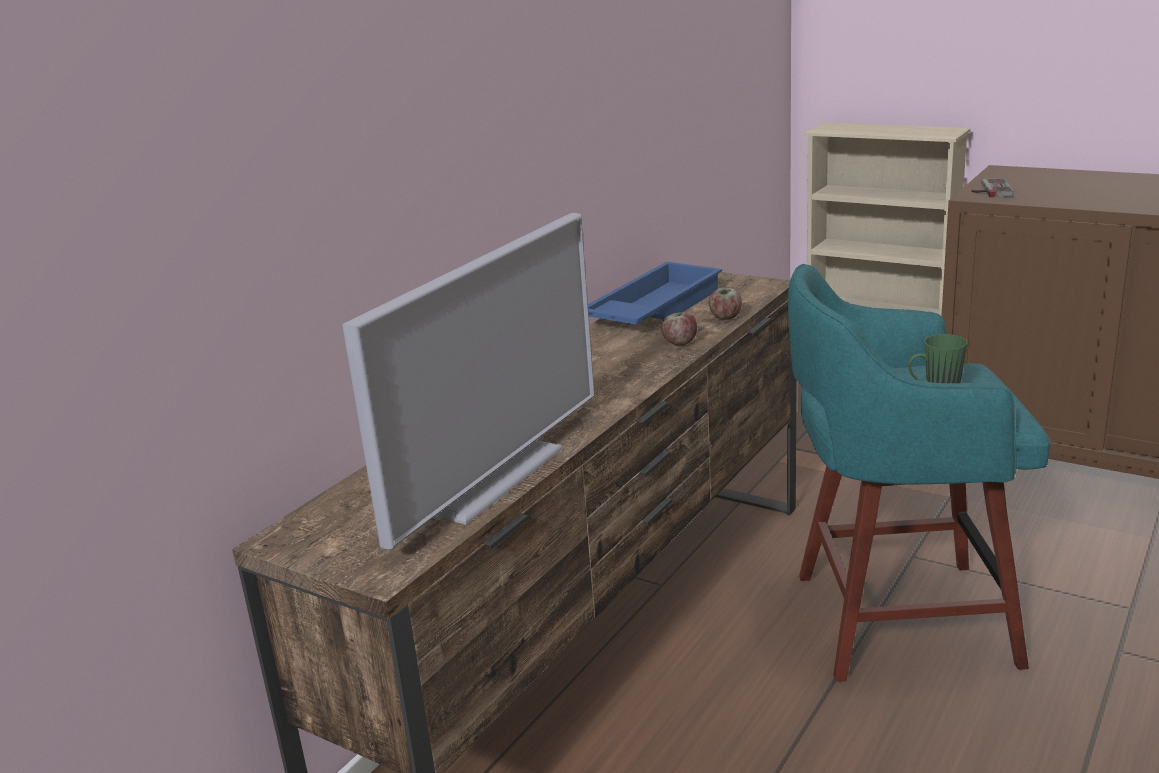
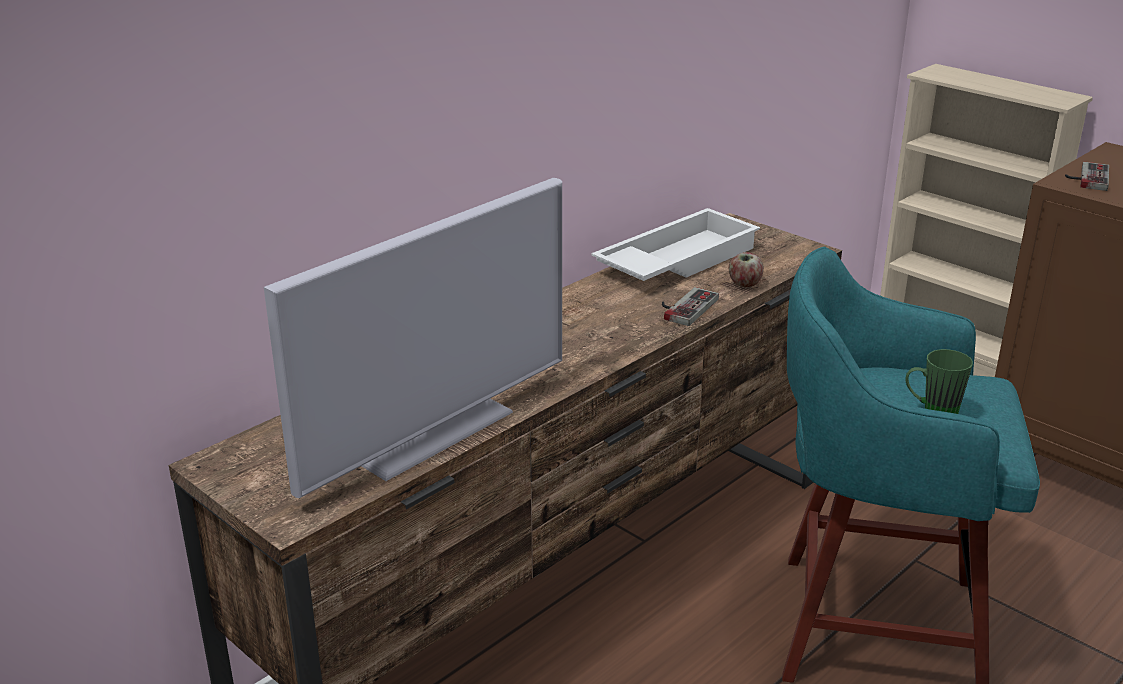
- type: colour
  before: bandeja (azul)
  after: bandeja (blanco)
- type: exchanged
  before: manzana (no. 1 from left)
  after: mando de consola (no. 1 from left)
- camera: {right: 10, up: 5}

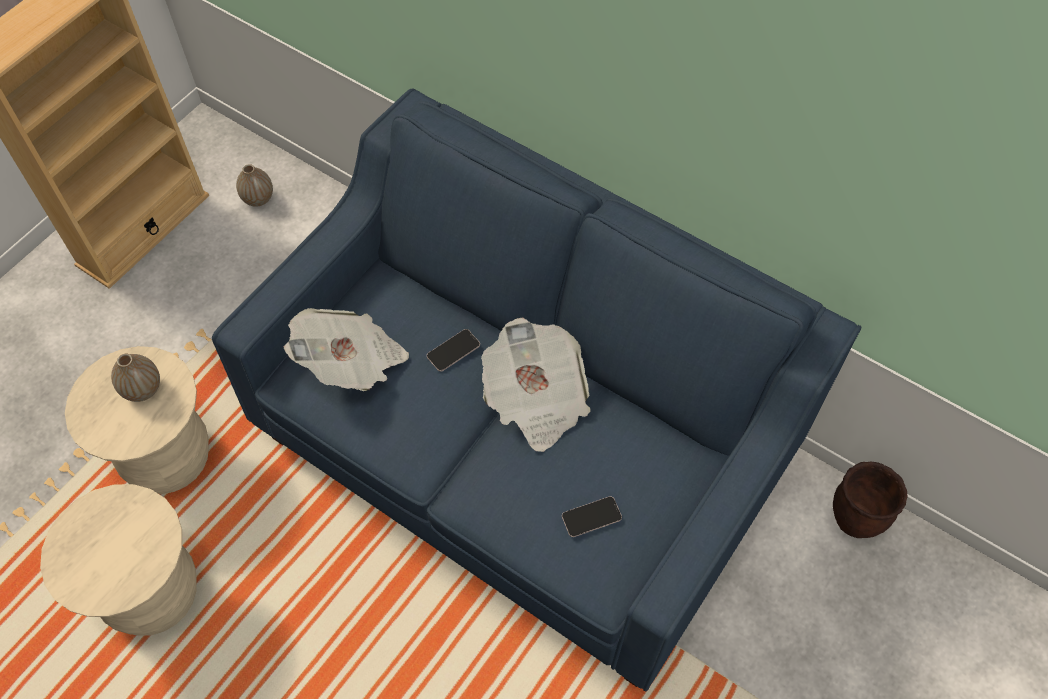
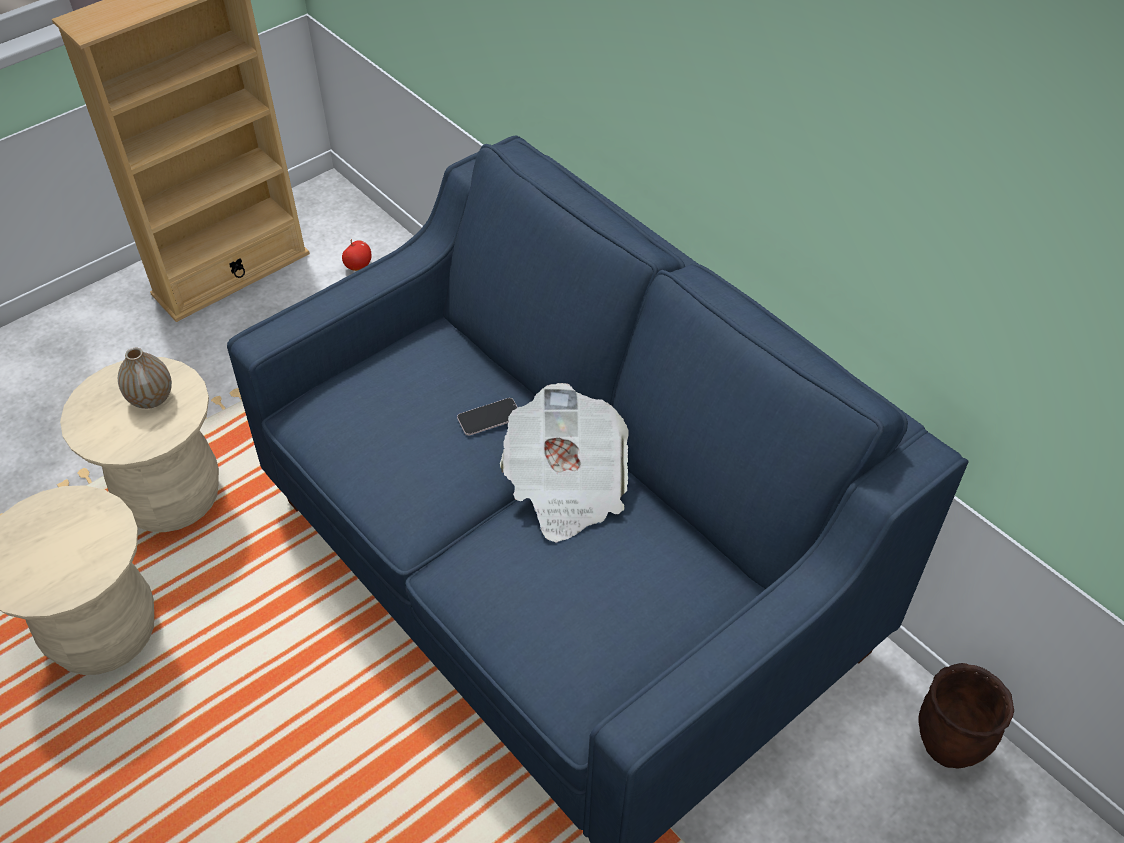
- type: exchanged
  before: florero (no. 2 from left)
  after: manzana
- type: missing
  before: periódico (no. 1 from left)
- type: missing
  before: móvil (no. 2 from left)
- camera: {right: 15, up: -10}

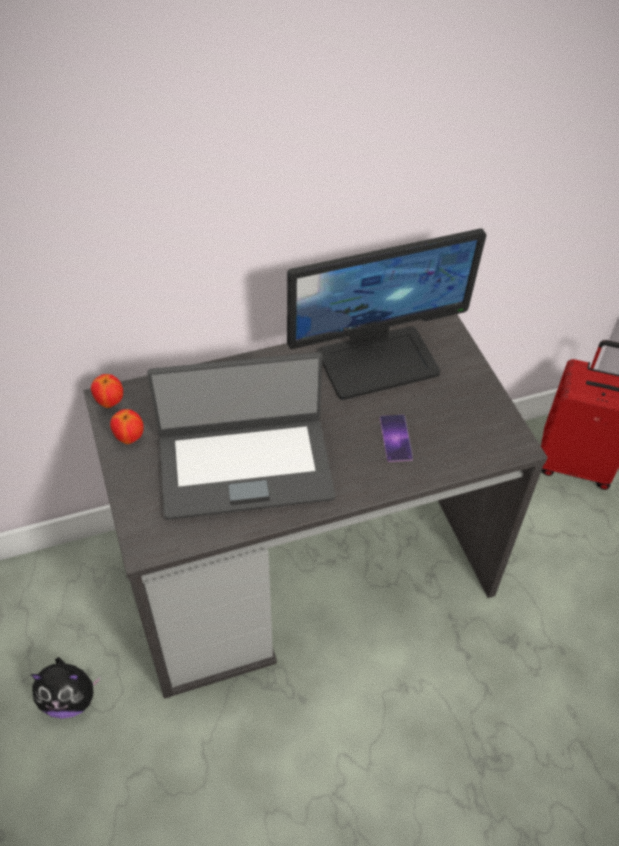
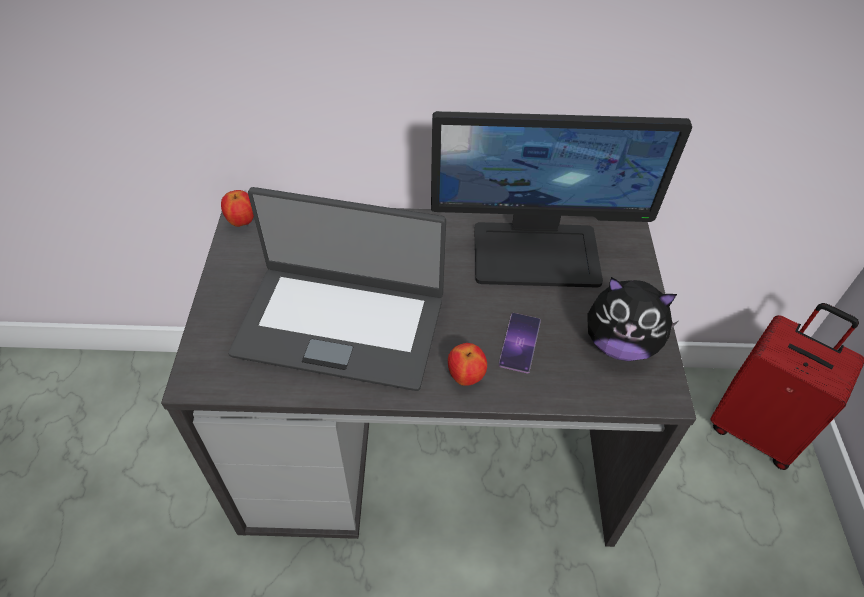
- type: relocated
  before: peluche
- type: relocated
  before: manzana (no. 2 from left)
- camera: {right: 20, up: 0}

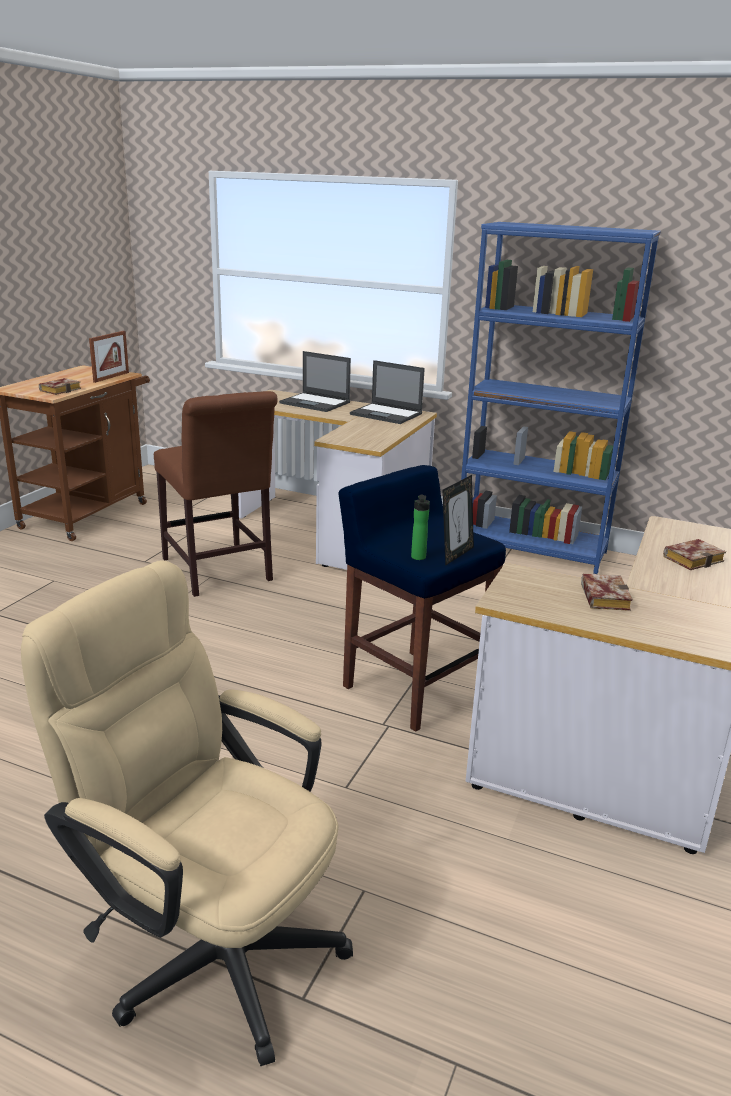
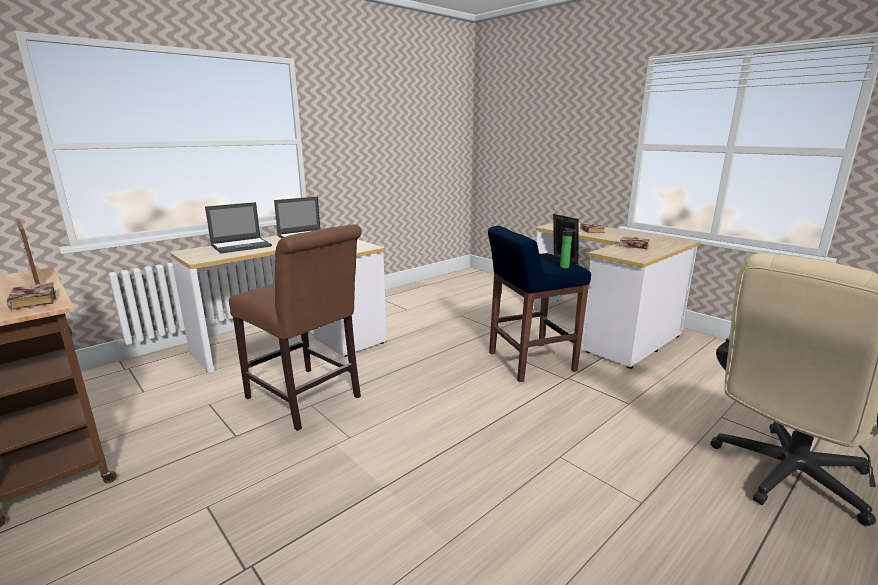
- type: spun
  before: silla (marrón)
  turn: 45
- type: missing
  before: estantería (azul)
- camera: {right: -65, up: -5}

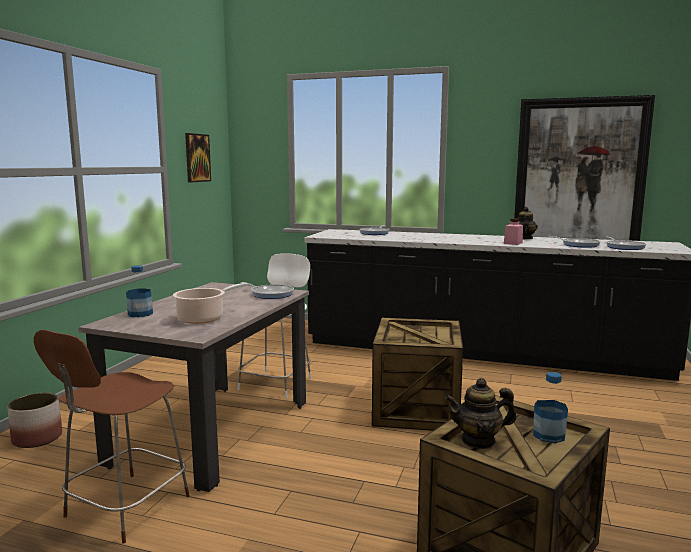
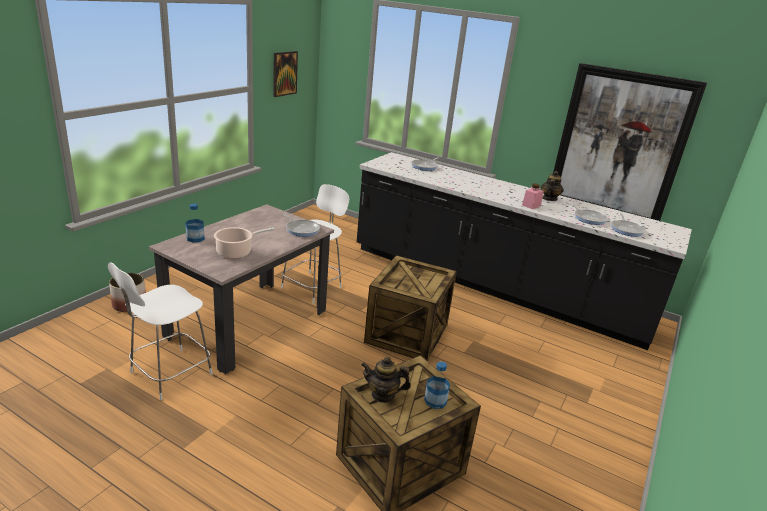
- type: colour
  before: silla (marrón)
  after: silla (blanco) (no. 1 from left)
- camera: {right: 10, up: 15}

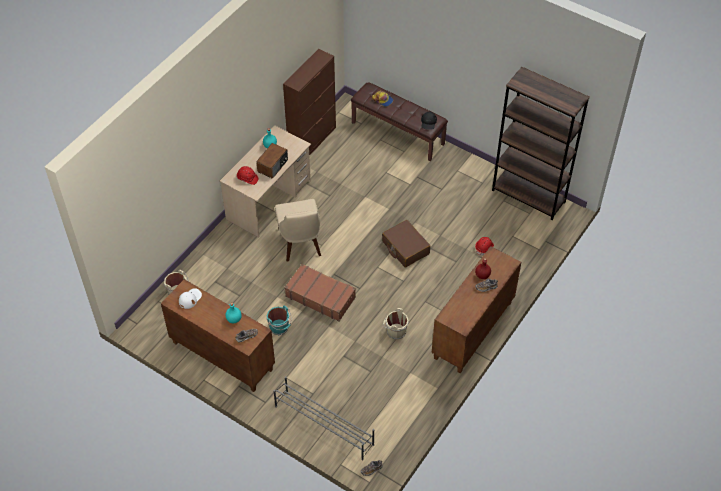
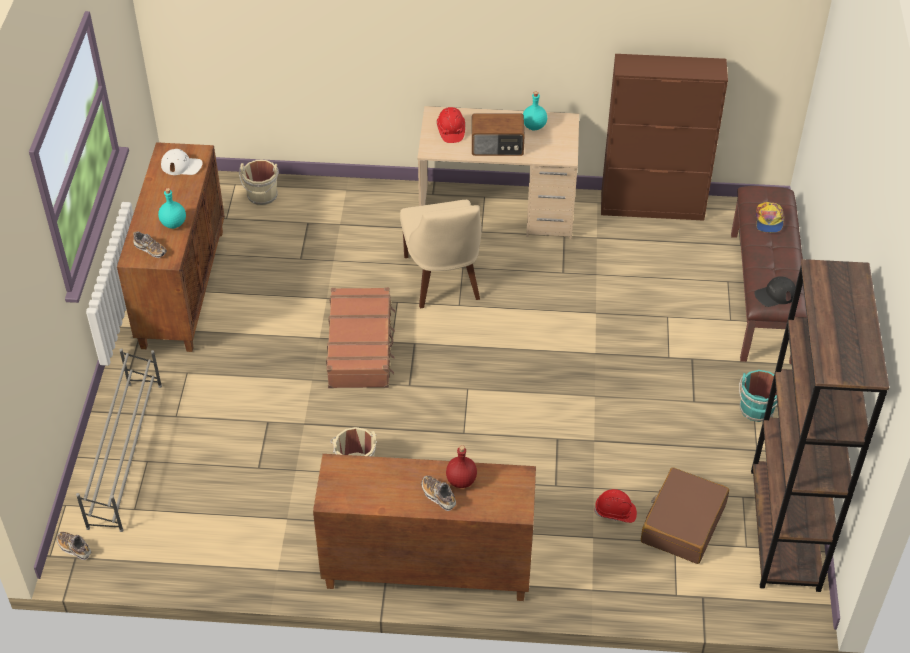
- type: relocated
  before: cubo (turquesa)
- type: spun
  before: silla (beis)
  turn: -60
- type: relocated
  before: maleta (marrón) (no. 2 from left)
- camera: {right: 60, up: -5}

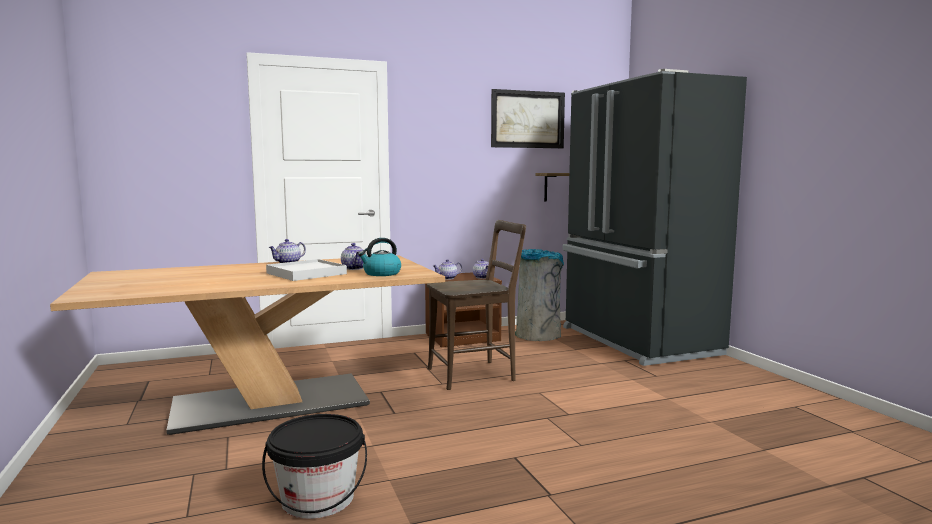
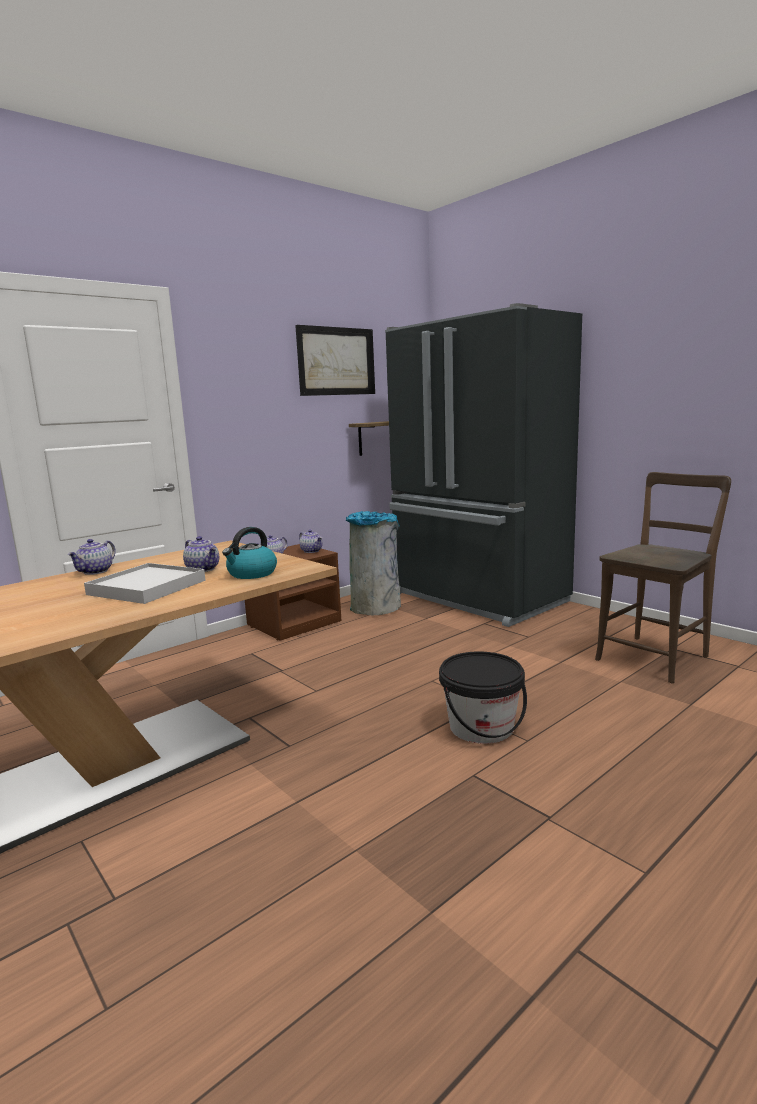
- type: relocated
  before: cubo (negro)
- type: relocated
  before: silla (marrón)
- camera: {right: -20, up: 5}

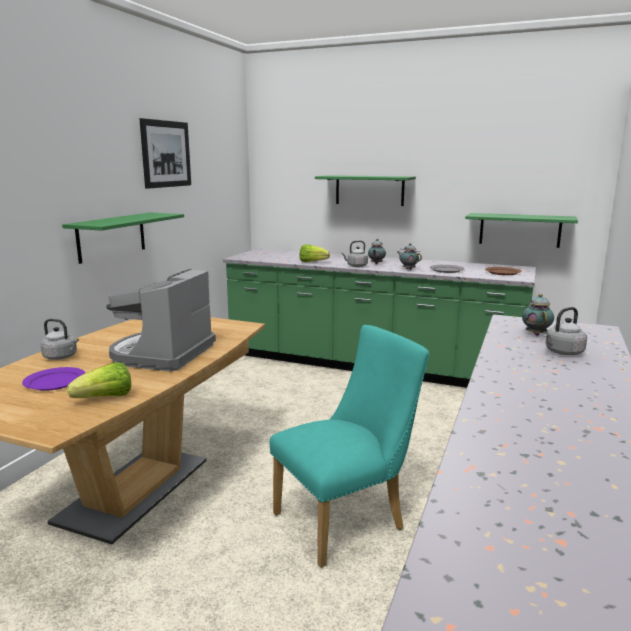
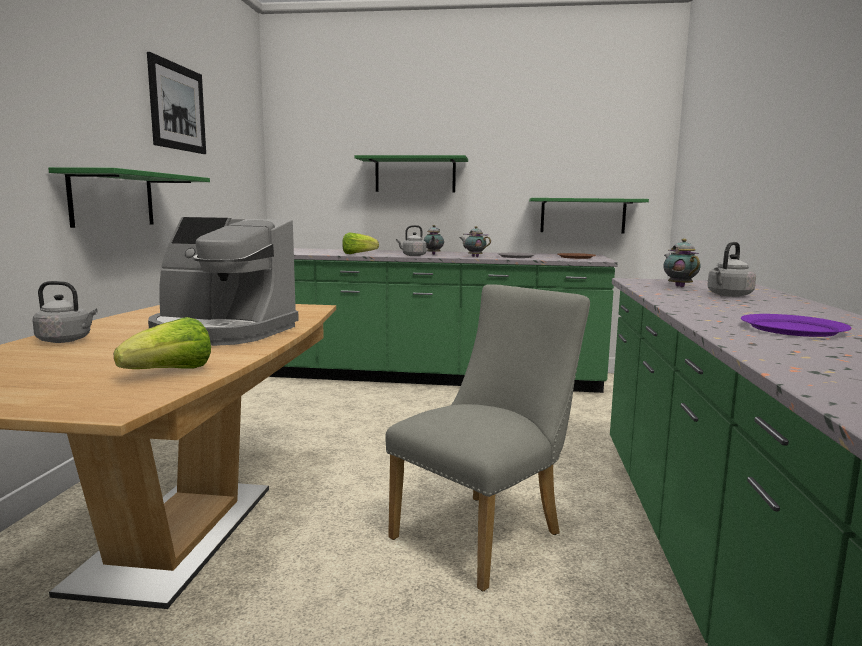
- type: relocated
  before: plato (morado)
- type: spun
  before: cafetera
  turn: -75
- type: colour
  before: silla (turquesa)
  after: silla (gris)
- camera: {right: -15, up: -5}

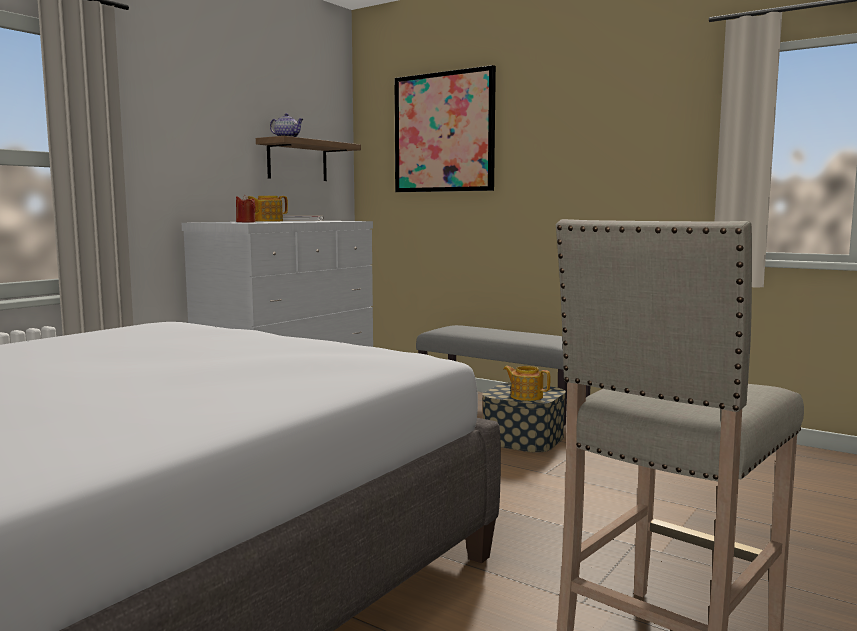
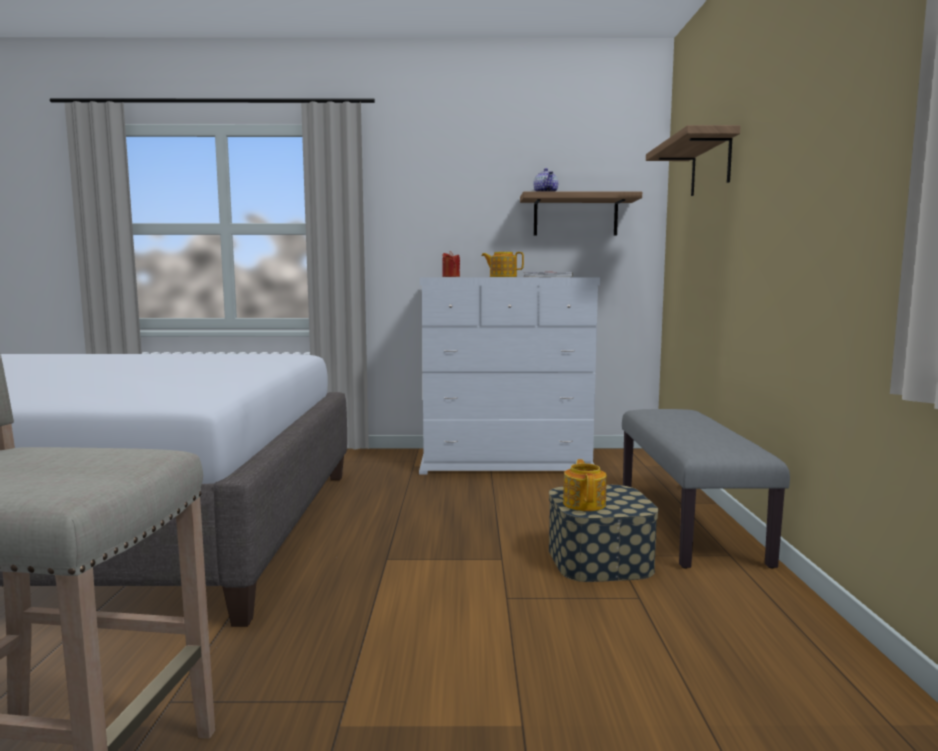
- type: exchanged
  before: cuadro
  after: estante (no. 2 from left)
- camera: {right: 55, up: 0}

